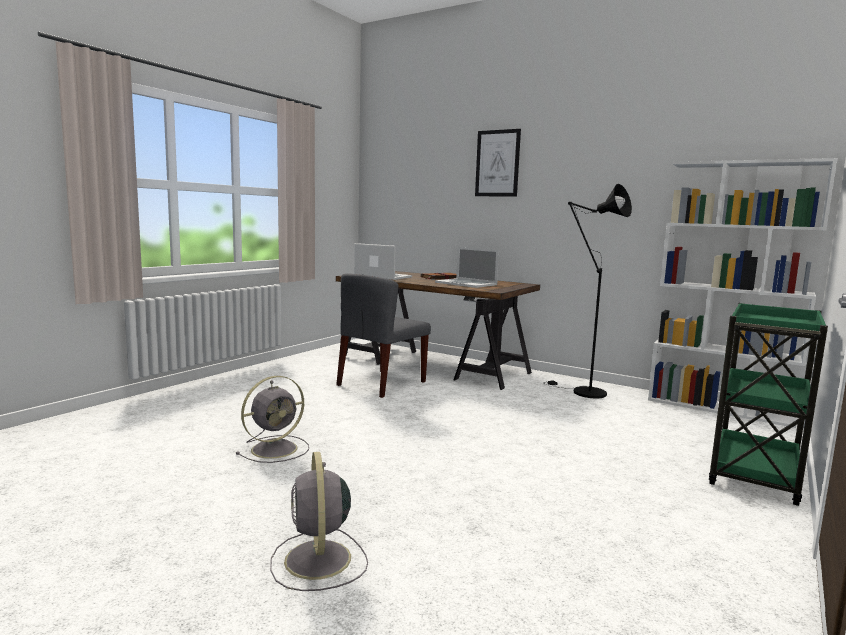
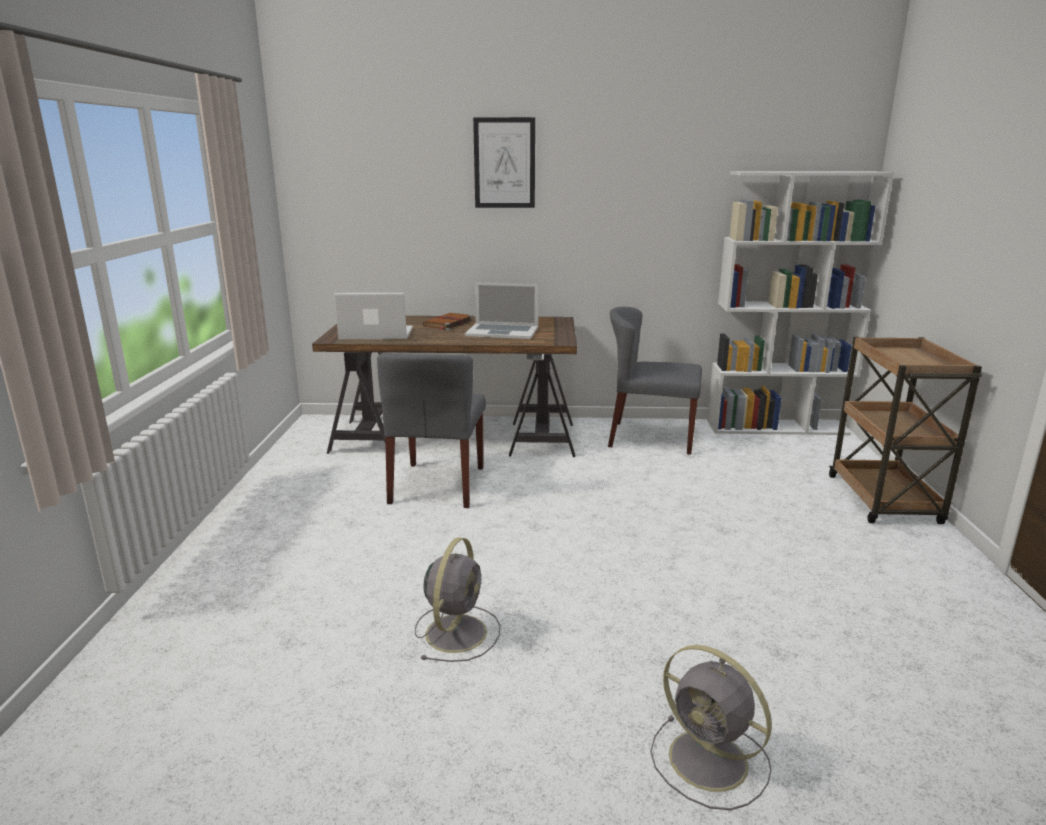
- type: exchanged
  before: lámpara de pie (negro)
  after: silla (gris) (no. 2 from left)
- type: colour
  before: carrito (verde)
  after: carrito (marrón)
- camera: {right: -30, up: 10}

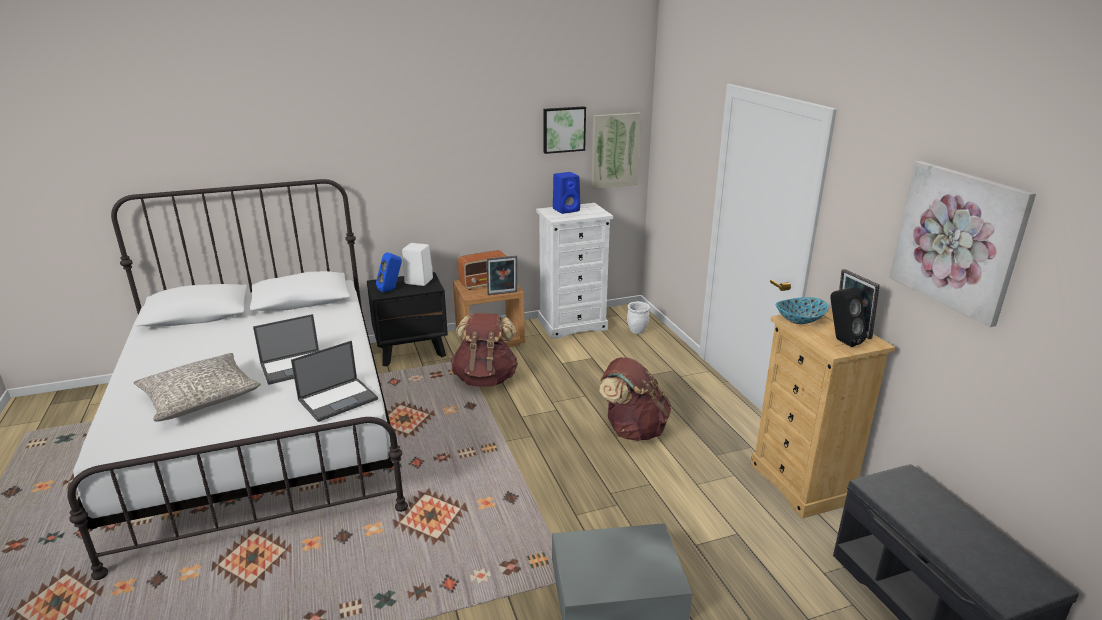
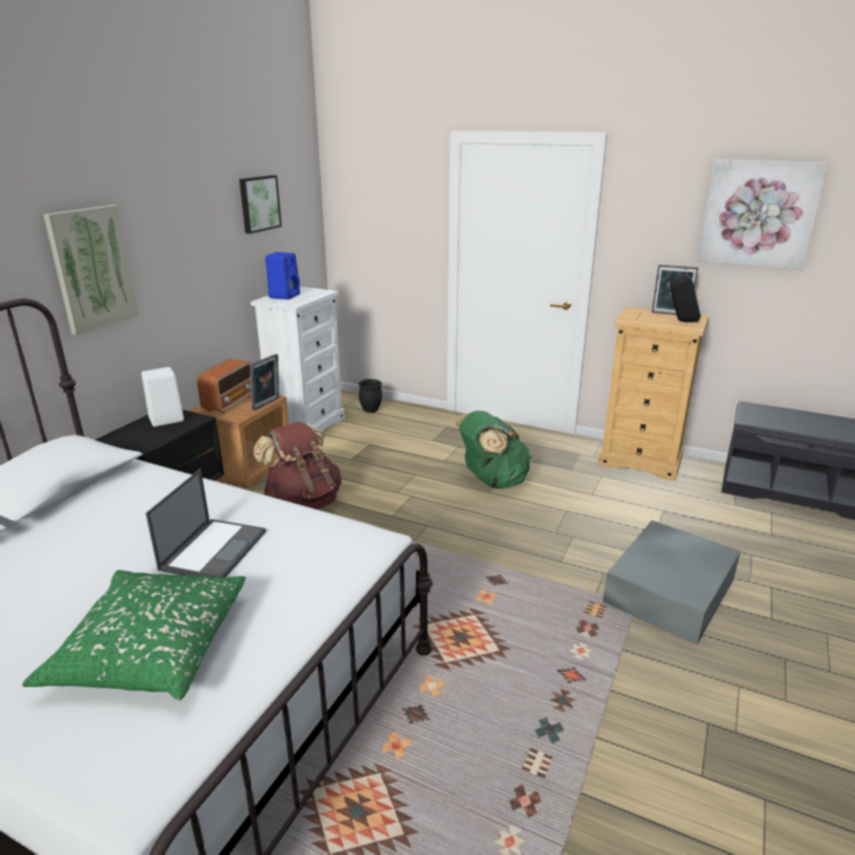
- type: colour
  before: cojín (gris)
  after: cojín (verde)
- type: missing
  before: portátil (no. 2 from left)
- type: missing
  before: altavoz (azul) (no. 1 from left)
- type: relocated
  before: cuadro (no. 2 from left in the first image)
  after: cuadro (no. 1 from left)
- type: colour
  before: mochila (marrón) (no. 2 from left)
  after: mochila (verde)
- type: colour
  before: maceta (blanco)
  after: maceta (negro)
- type: missing
  before: cuenco
- camera: {right: -45, up: 0}

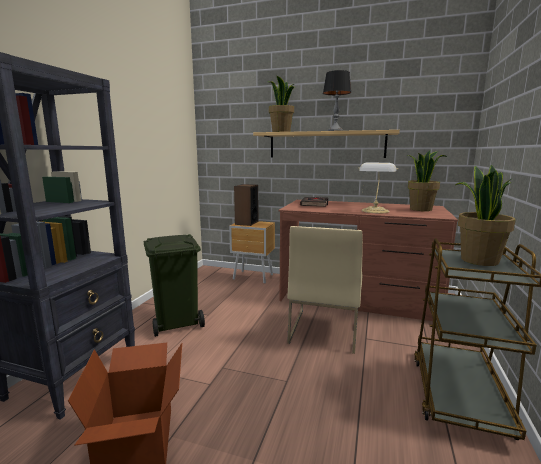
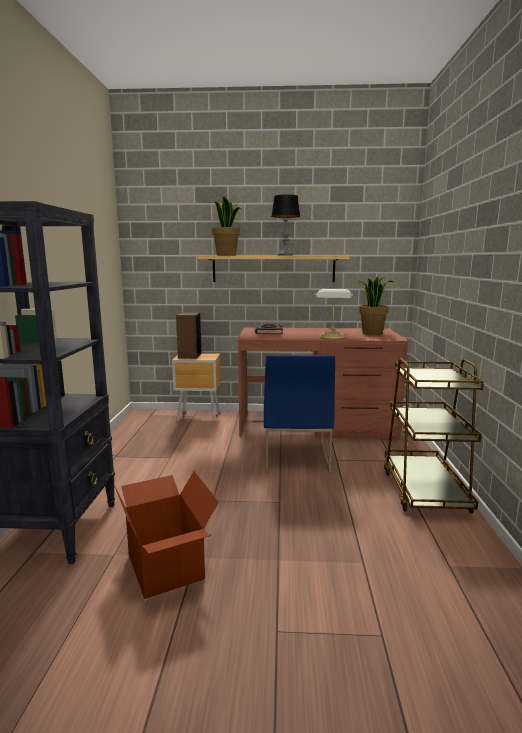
- type: missing
  before: papelera (verde)
- type: colour
  before: silla (beis)
  after: silla (azul)
- type: missing
  before: planta en maceta (no. 3 from left)
- camera: {right: -15, up: 0}

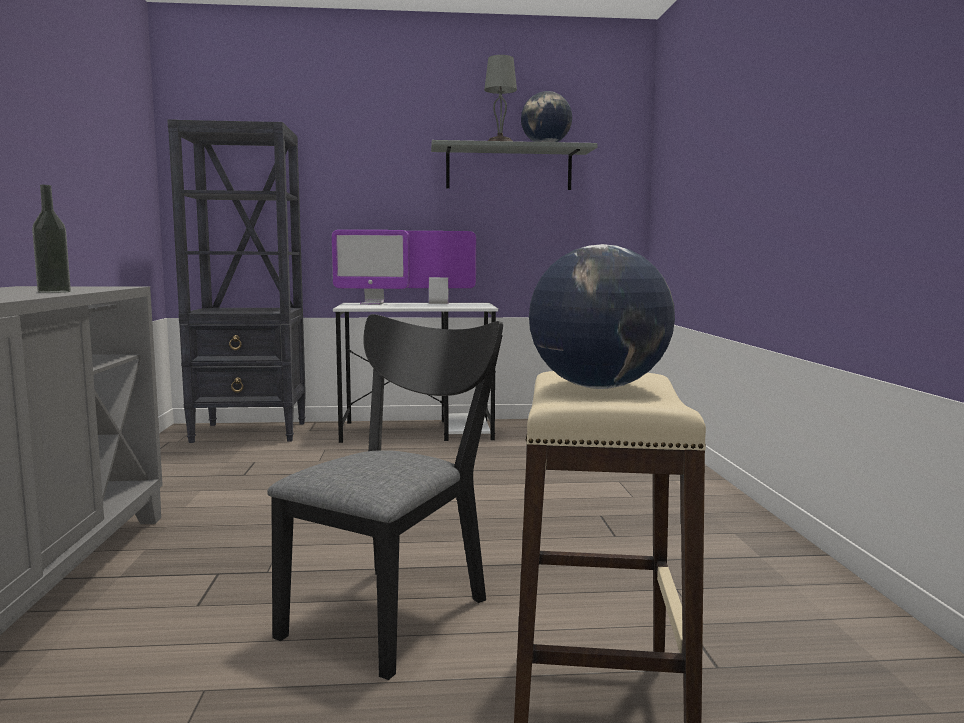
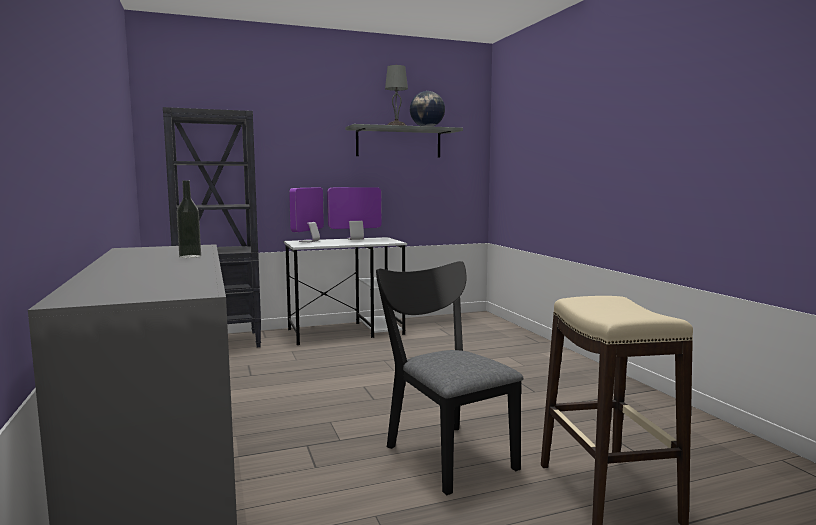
- type: spun
  before: silla (negro)
  turn: -45
- type: spun
  before: monitor (no. 1 from left)
  turn: 120
- type: missing
  before: globo terráqueo (no. 2 from left)
- camera: {right: -15, up: 0}

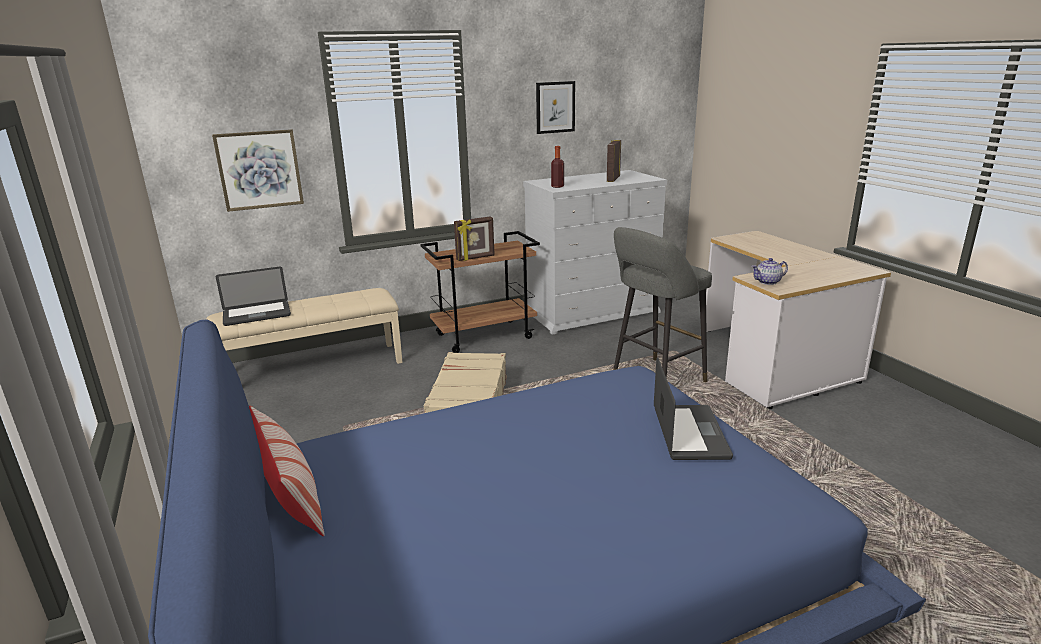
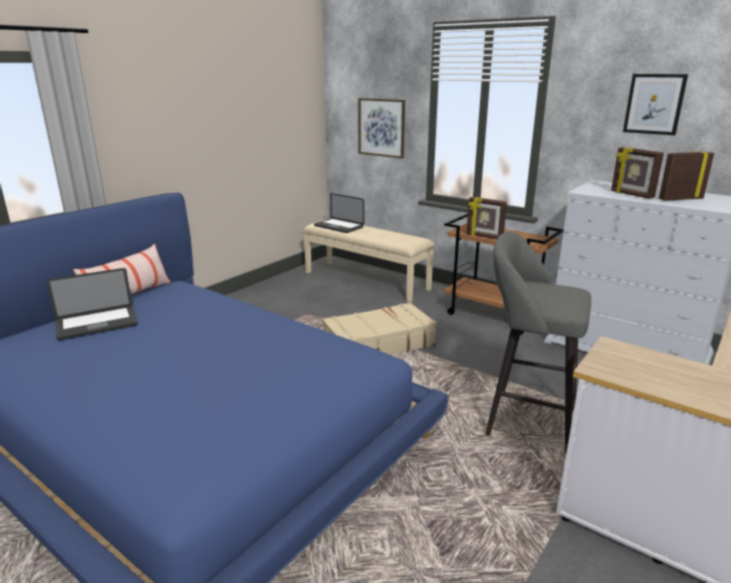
- type: missing
  before: botella
- type: relocated
  before: portátil (no. 2 from left in the first image)
  after: portátil (no. 1 from left)
- type: missing
  before: tetera
- type: appeared
  after: portarretratos (no. 2 from left)
- camera: {right: 60, up: 0}

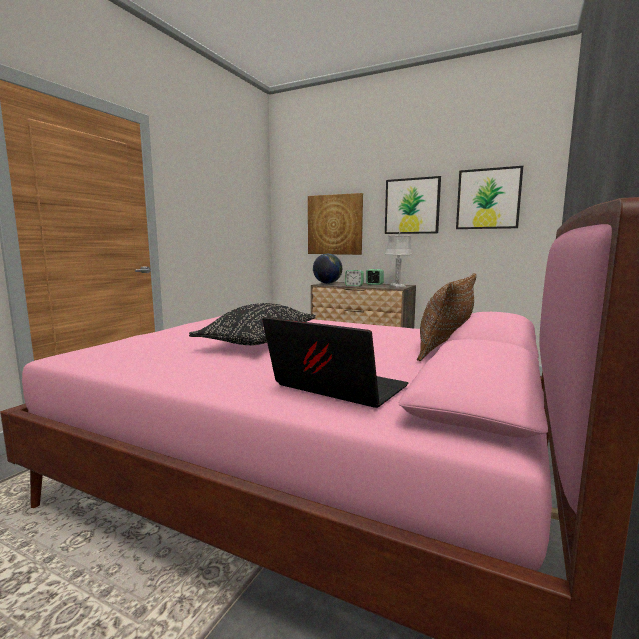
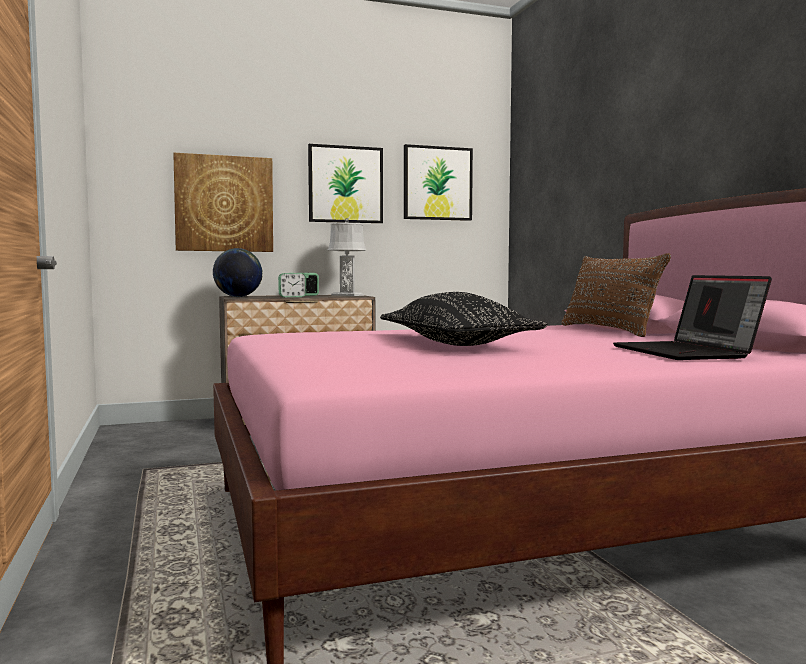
- type: spun
  before: portátil
  turn: -90
- camera: {right: -45, up: -5}

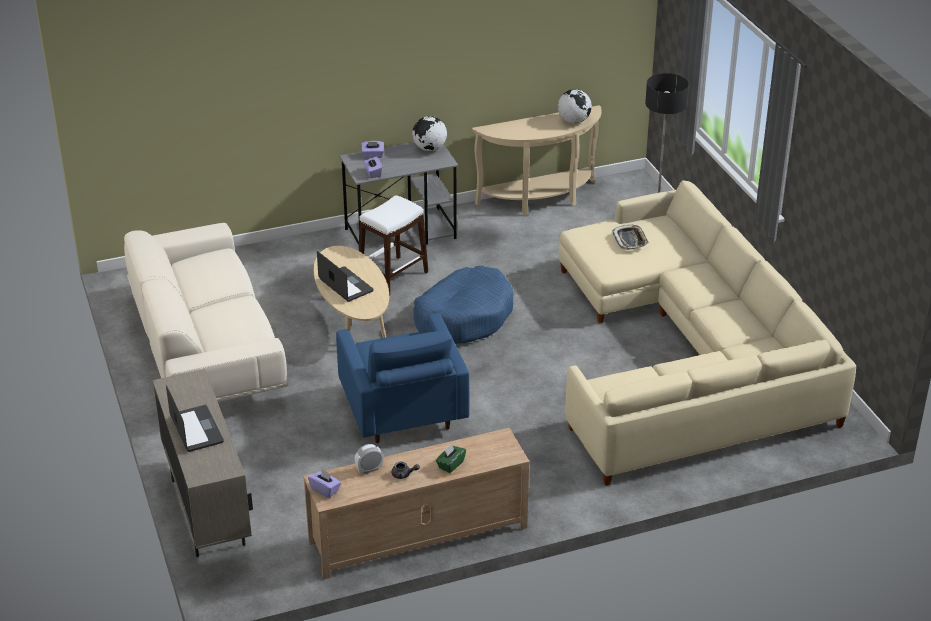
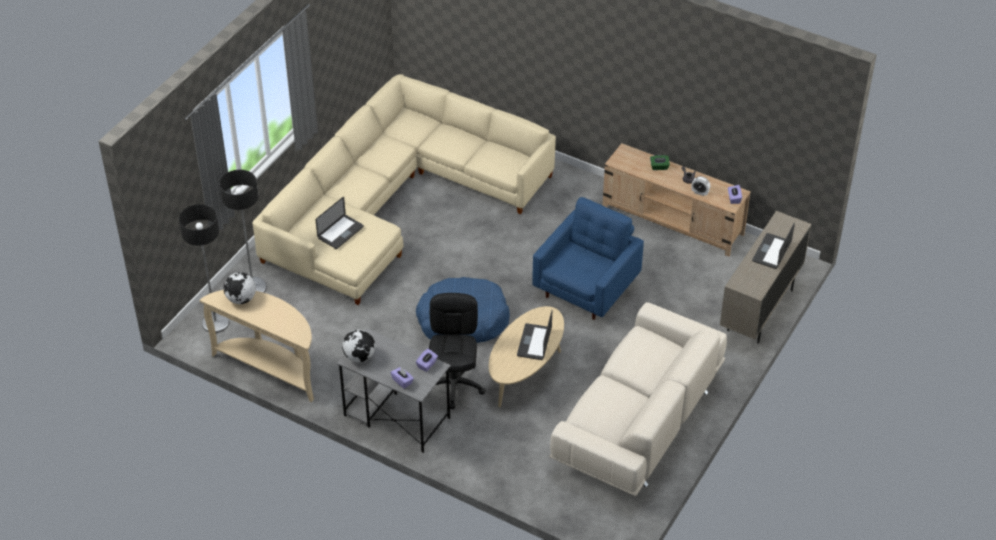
- type: exchanged
  before: taburete (blanco)
  after: silla de oficina (negro)
- type: exchanged
  before: bandeja
  after: portátil (no. 1 from left)
- type: appeared
  after: lámpara de pie (no. 1 from left)
- camera: {right: -130, up: 10}

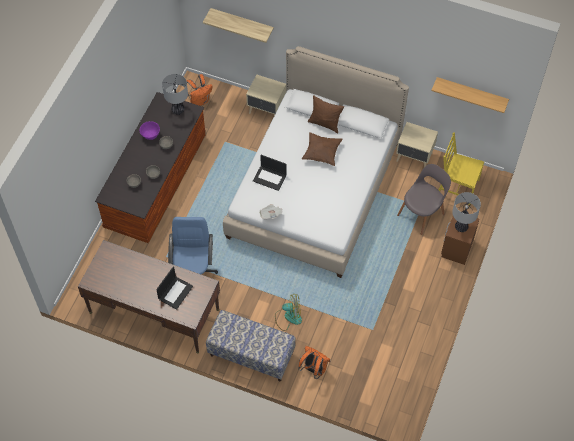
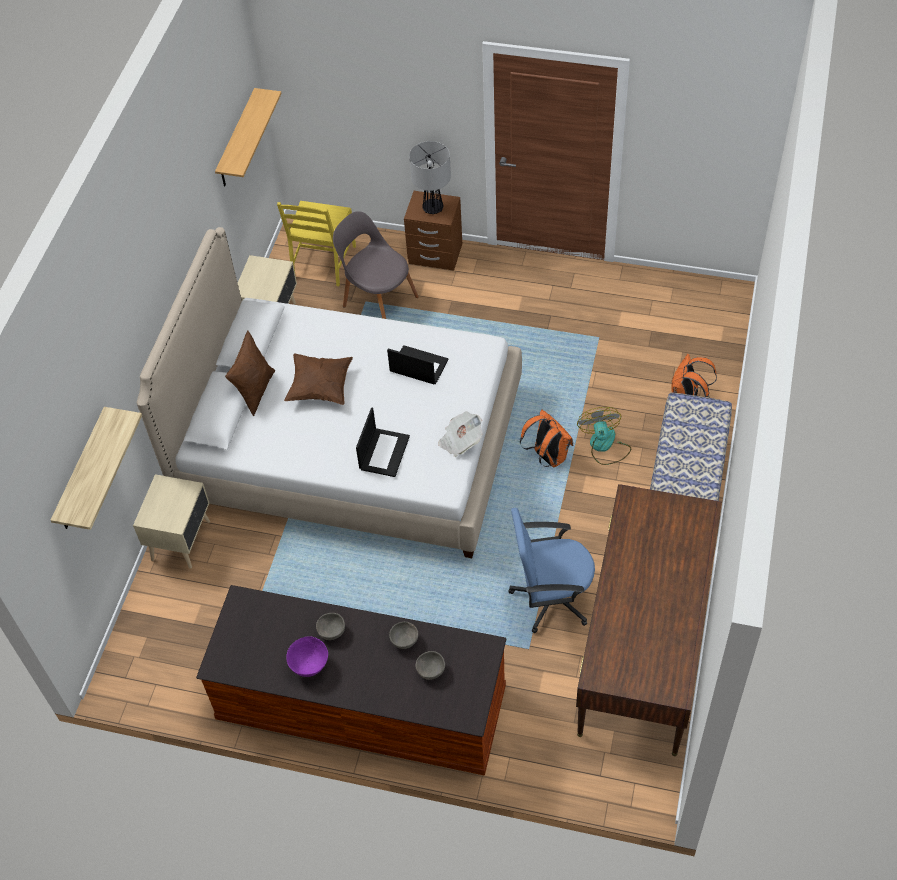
- type: relocated
  before: portátil (no. 1 from left in the first image)
  after: portátil (no. 2 from left)
- type: missing
  before: lámpara de mesa (no. 1 from left)
- type: relocated
  before: mochila (naranja) (no. 1 from left)
- camera: {right: -95, up: -5}

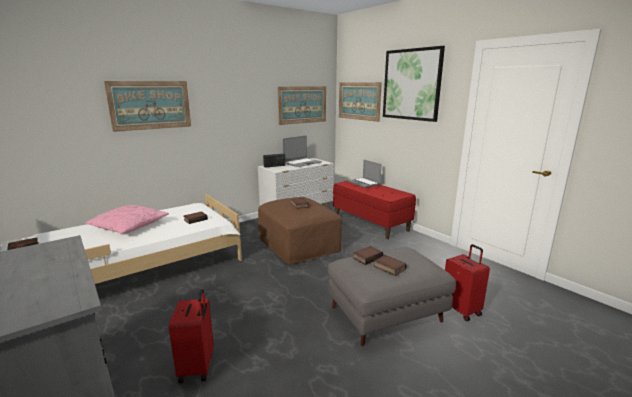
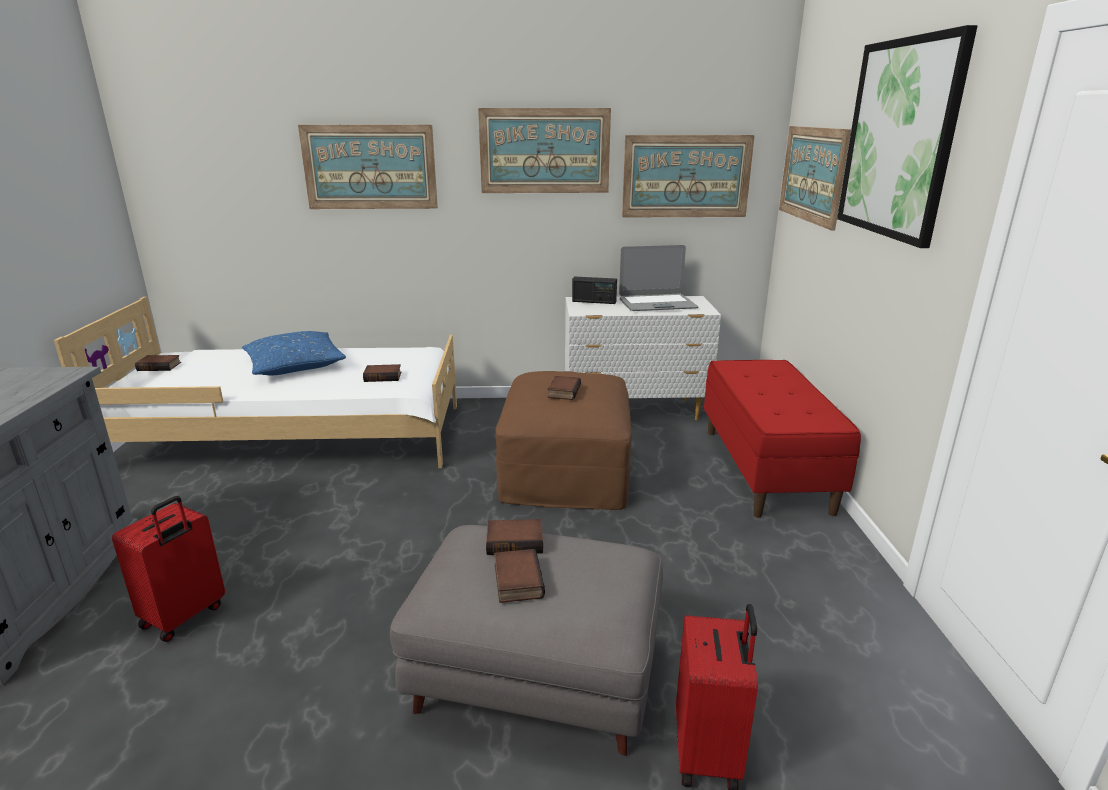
- type: colour
  before: cojín (rosa)
  after: cojín (azul)
- type: missing
  before: portátil (no. 2 from left)
- type: appeared
  after: cuadro (no. 2 from left)
- camera: {right: 35, up: 5}

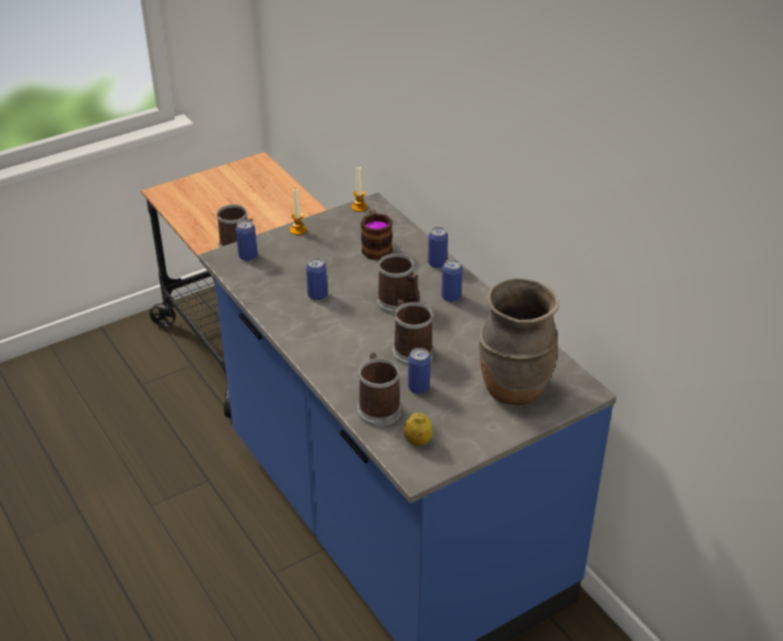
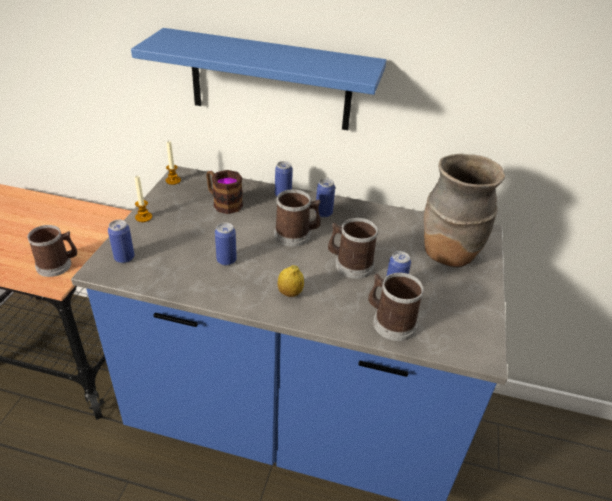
- type: relocated
  before: limón
- type: appeared
  after: estante (azul)
- camera: {right: -45, up: 0}

